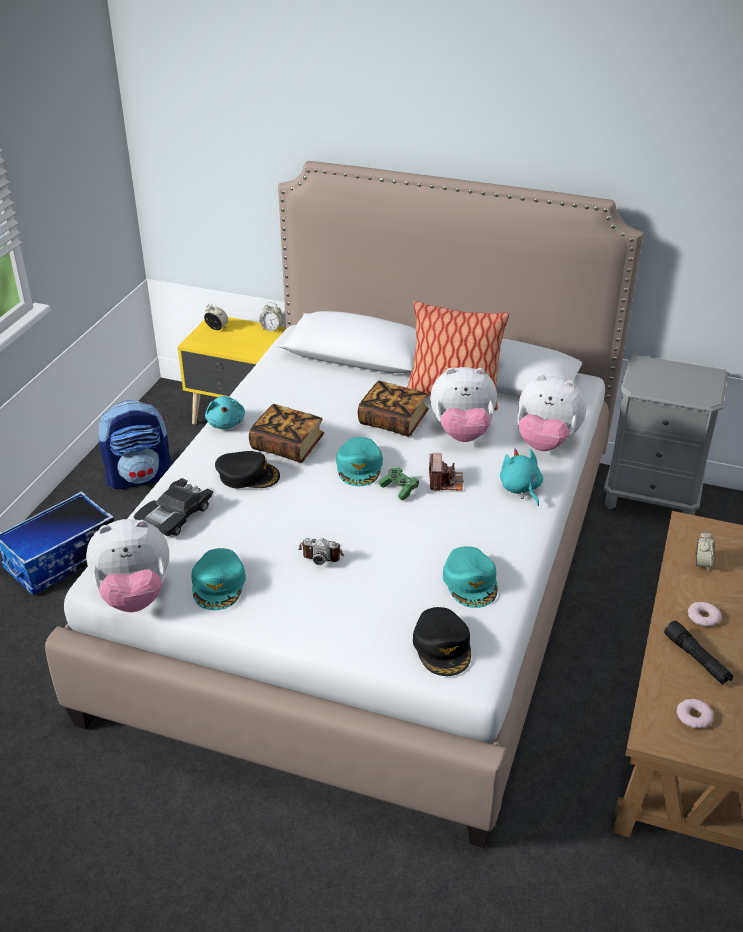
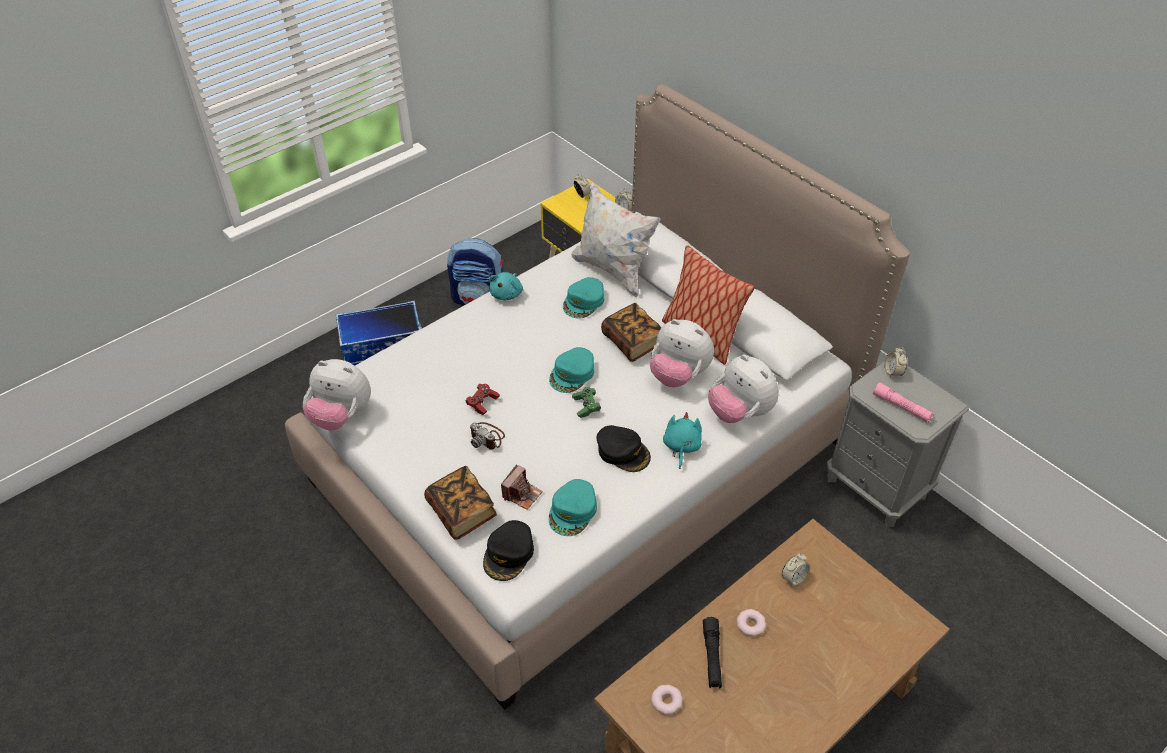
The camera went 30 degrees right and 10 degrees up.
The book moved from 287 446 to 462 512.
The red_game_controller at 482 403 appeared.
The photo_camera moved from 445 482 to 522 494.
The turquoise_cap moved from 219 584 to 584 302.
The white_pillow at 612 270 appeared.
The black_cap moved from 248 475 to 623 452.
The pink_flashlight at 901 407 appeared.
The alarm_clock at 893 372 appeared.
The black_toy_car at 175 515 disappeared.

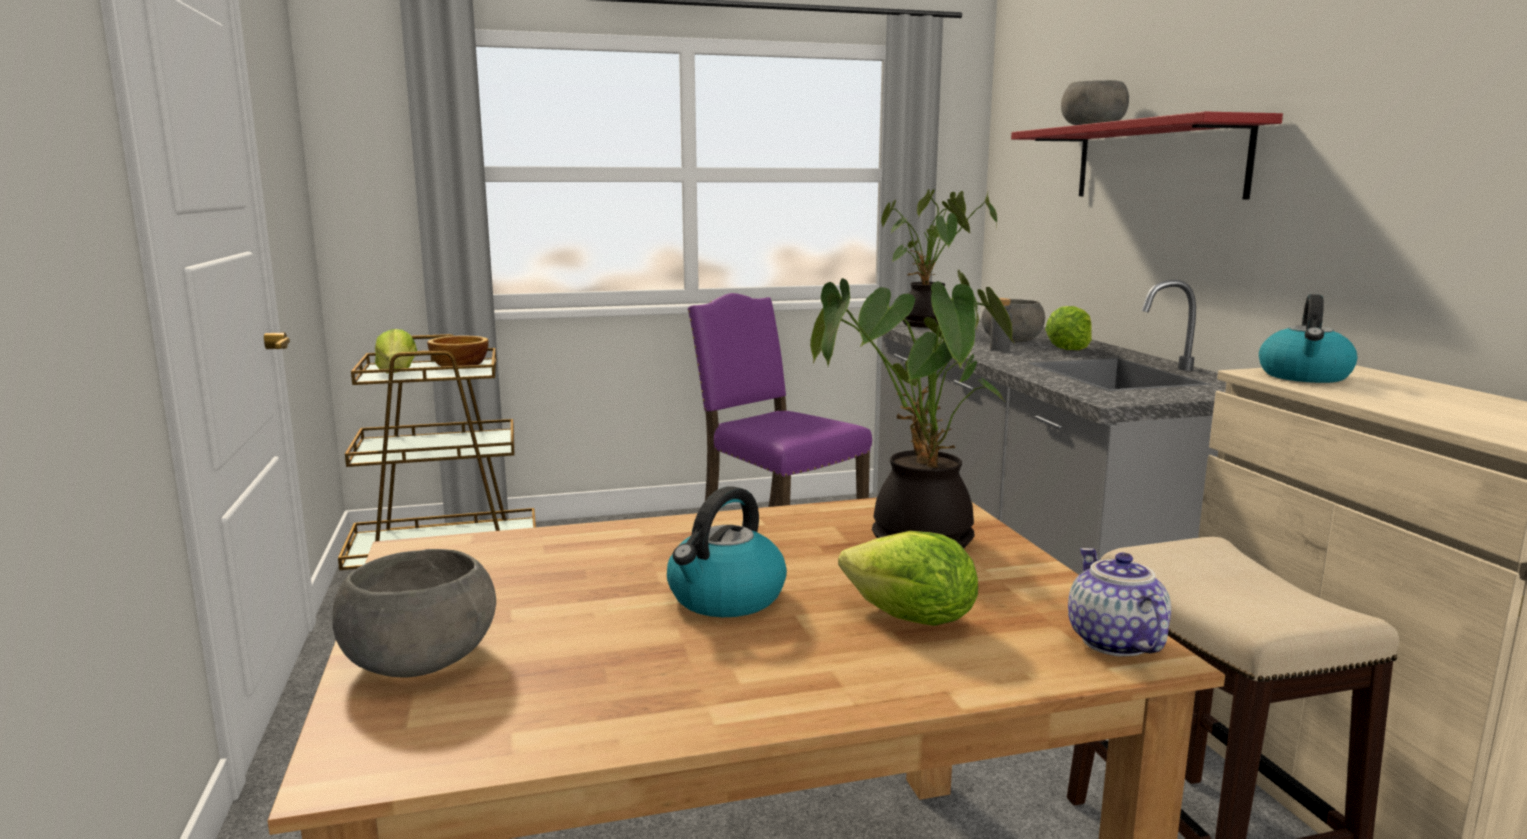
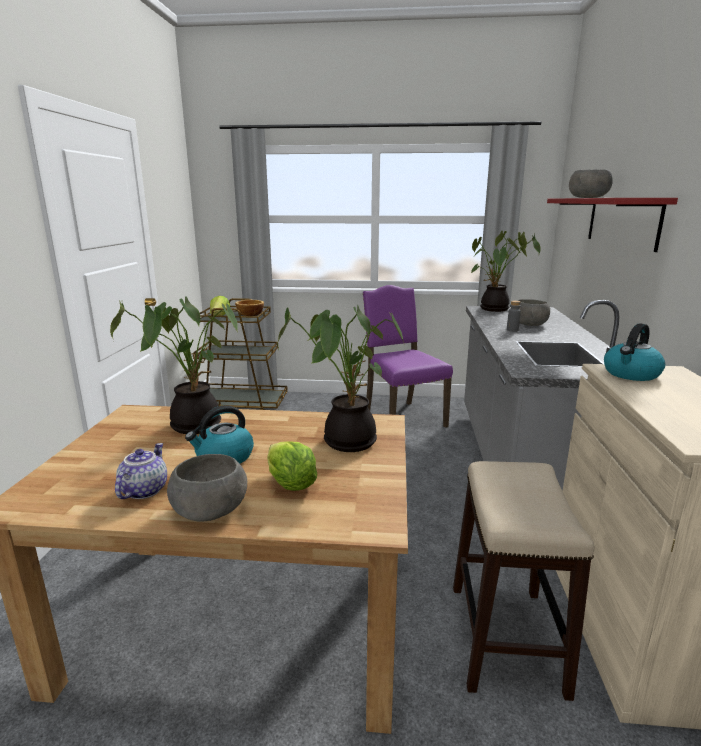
The camera went 20 degrees right and 5 degrees up.
The potted_plant at 193 424 appeared.
The teapot moved from 1112 641 to 143 490.
The grey_bowl moved from 422 658 to 211 509.
The lettuce at 1068 349 disappeared.

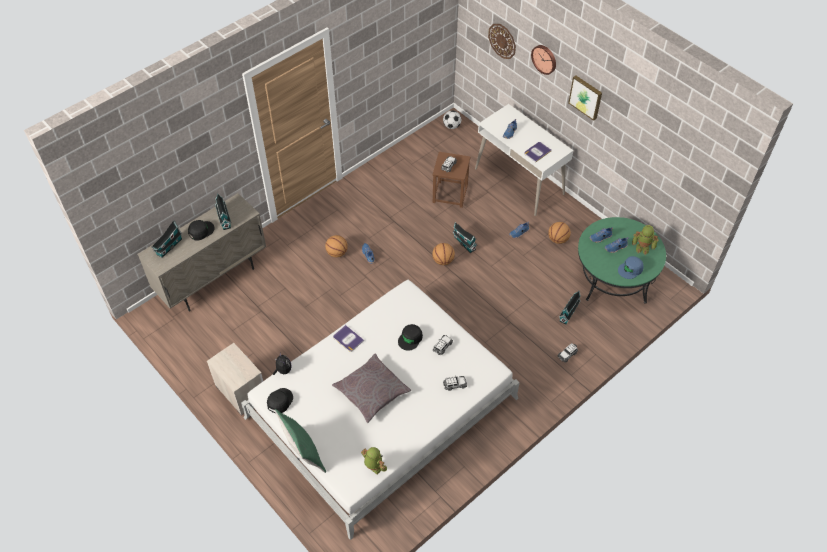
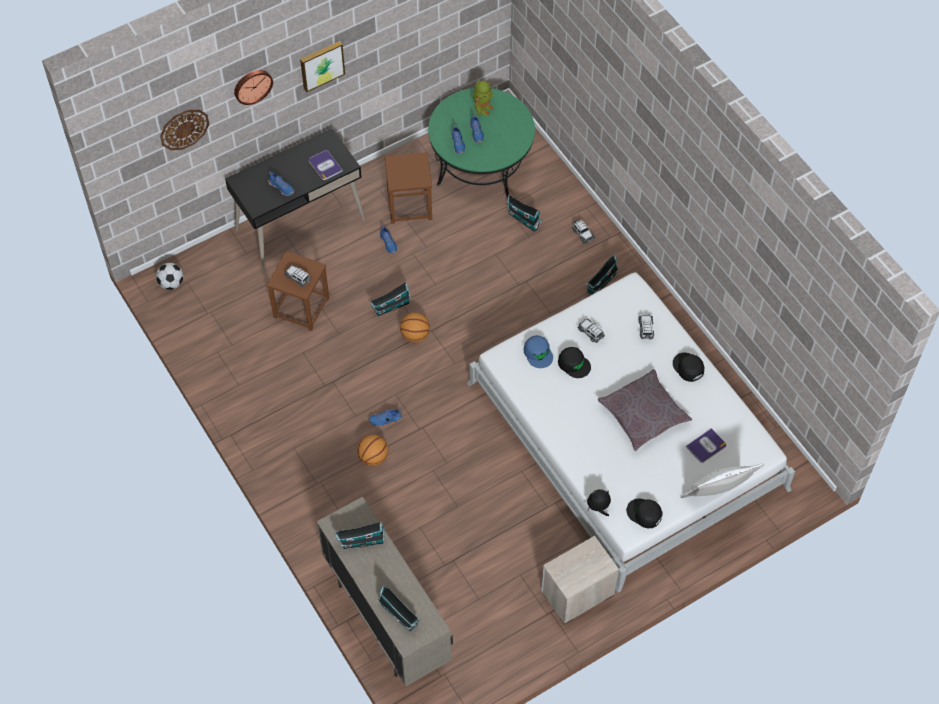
The camera went 80 degrees left and 5 degrees up.
The white_desk at 519 181 became the black_desk at 300 225.
The basketball at 558 239 was replaced by the brown_stool at 409 205.
The blue_cap moved from 630 269 to 538 353.
The toy_house at 600 283 appeared.
The black_cap moved from 201 231 to 688 367.
The green_pillow at 303 453 became the white_pillow at 717 496.
The book moved from 348 339 to 706 446.
The toy_robot at 374 467 disappeared.

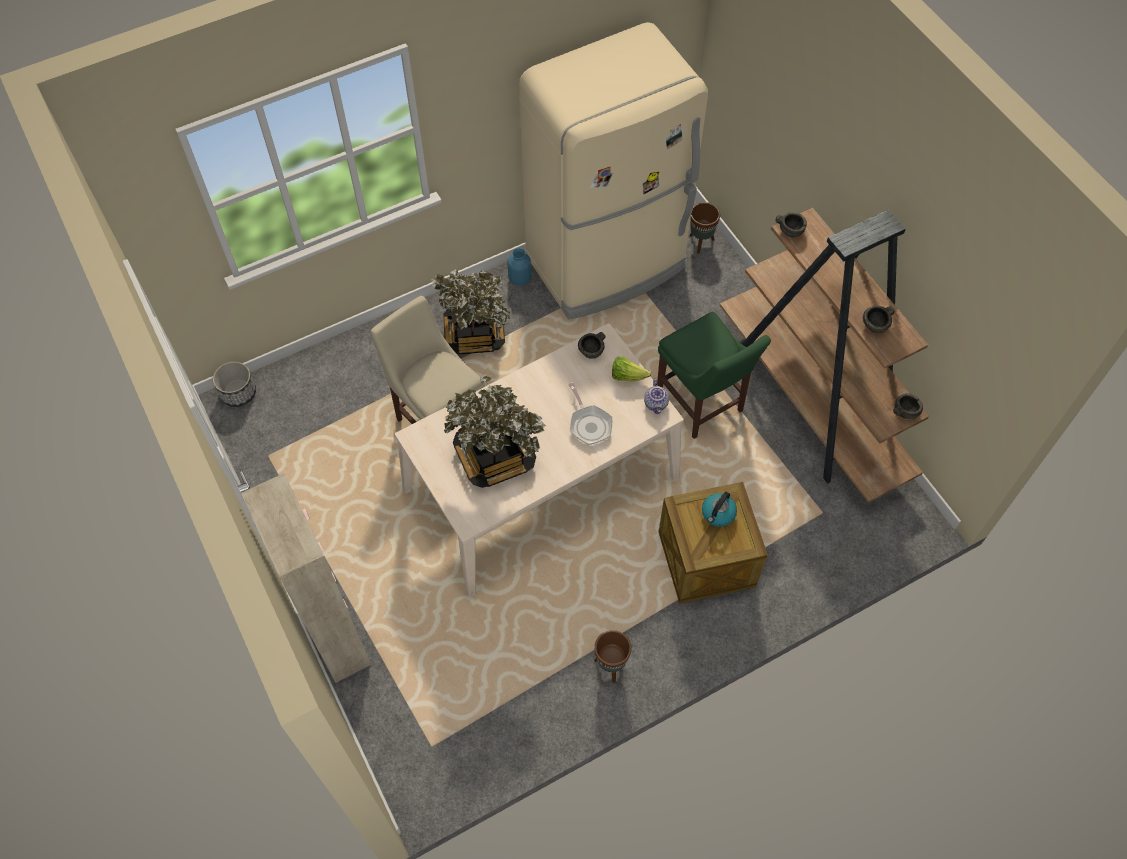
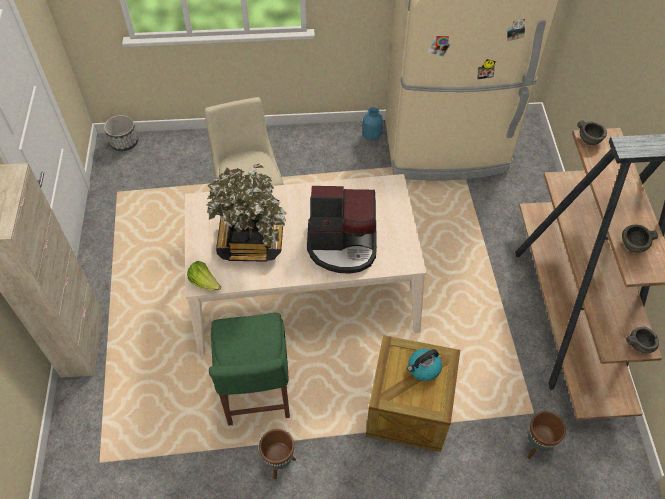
The camera went 25 degrees right and 5 degrees down.
The lettuce moved from 627 376 to 204 282.
The green_chair moved from 701 405 to 256 396.
The frying_pan at 589 424 was replaced by the coffee_machine at 342 245.
The brown_planter moved from 701 243 to 536 446.
The potted_plant at 474 334 disappeared.
The grey_bowl at 591 351 disappeared.
The teapot at 656 404 disappeared.

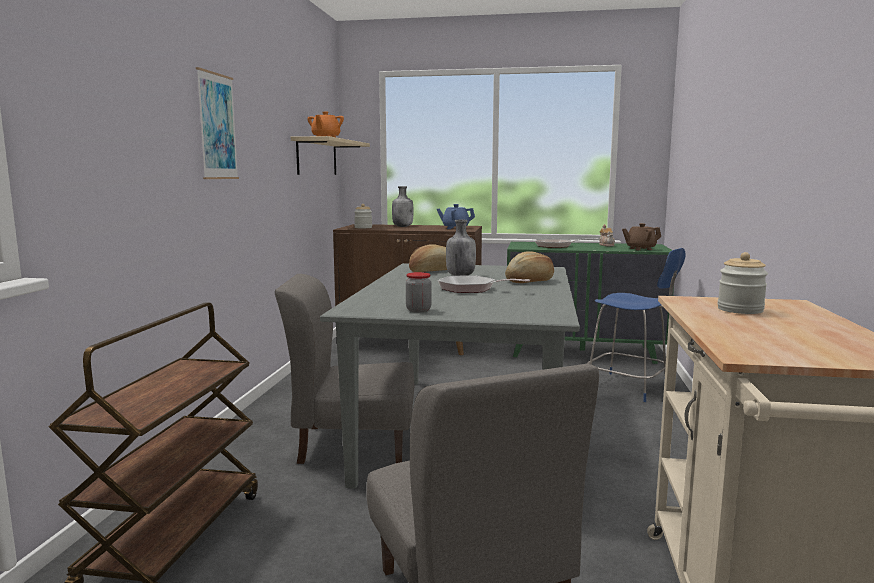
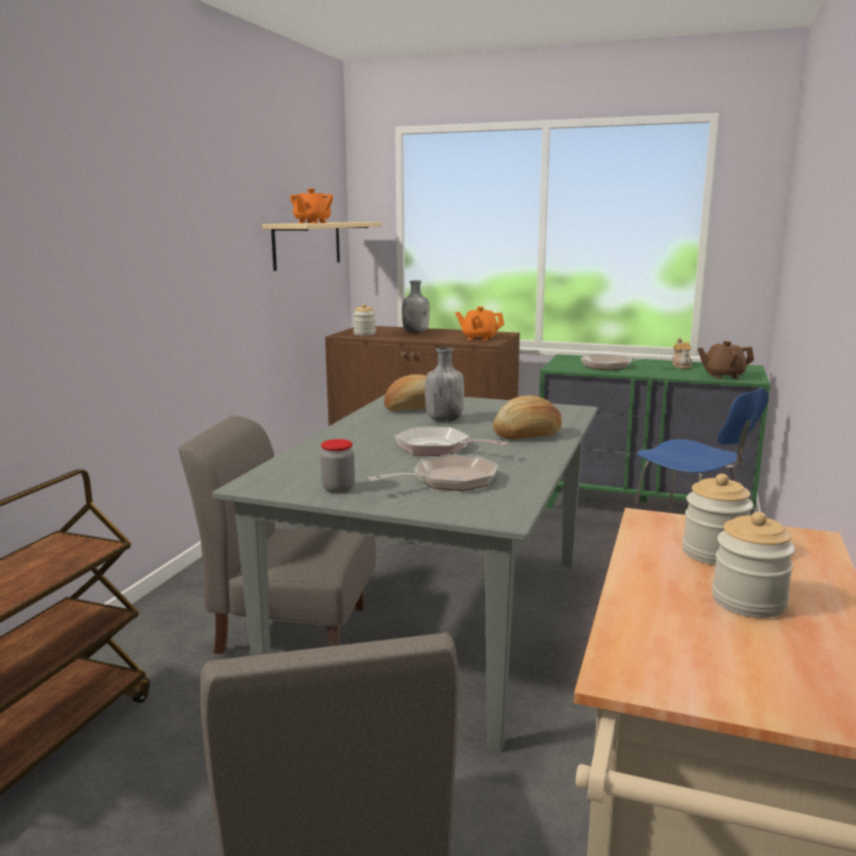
The camera went 10 degrees right and 5 degrees up.
The frying_pan at 448 481 appeared.
The blue_teapot at 455 228 became the orange_teapot at 479 338.
The jar at 748 601 appeared.
The picture at 217 126 disappeared.

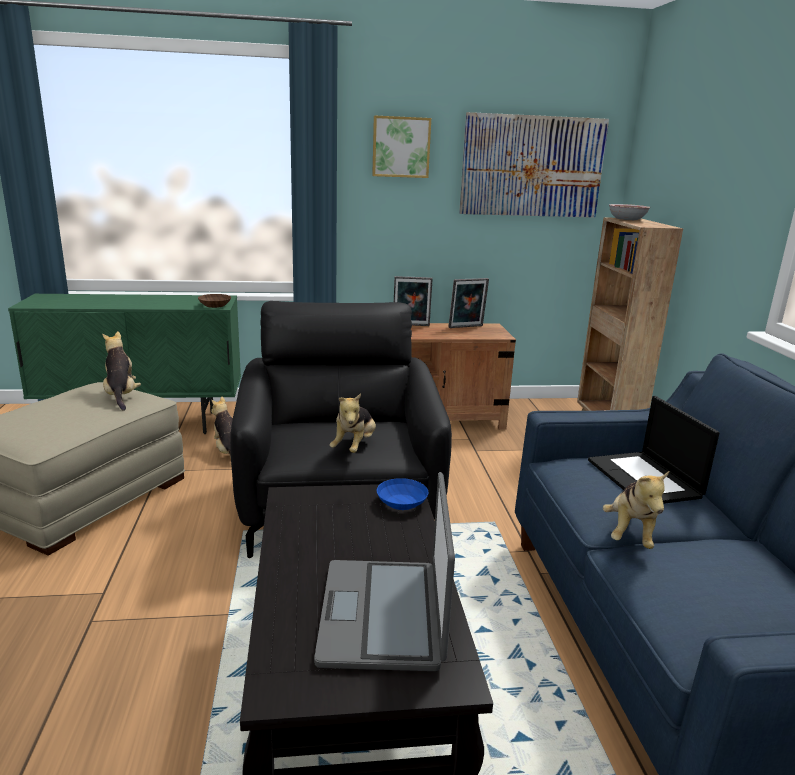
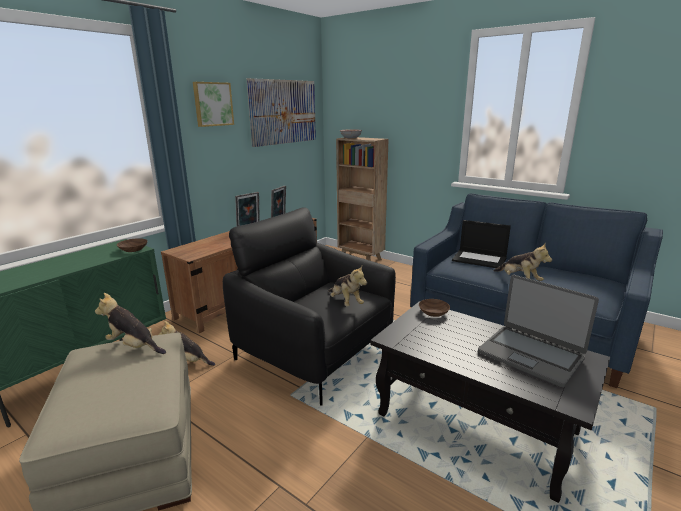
The camera went 45 degrees left and 0 degrees up.
The blue_bowl at 400 502 became the brown_bowl at 432 312.

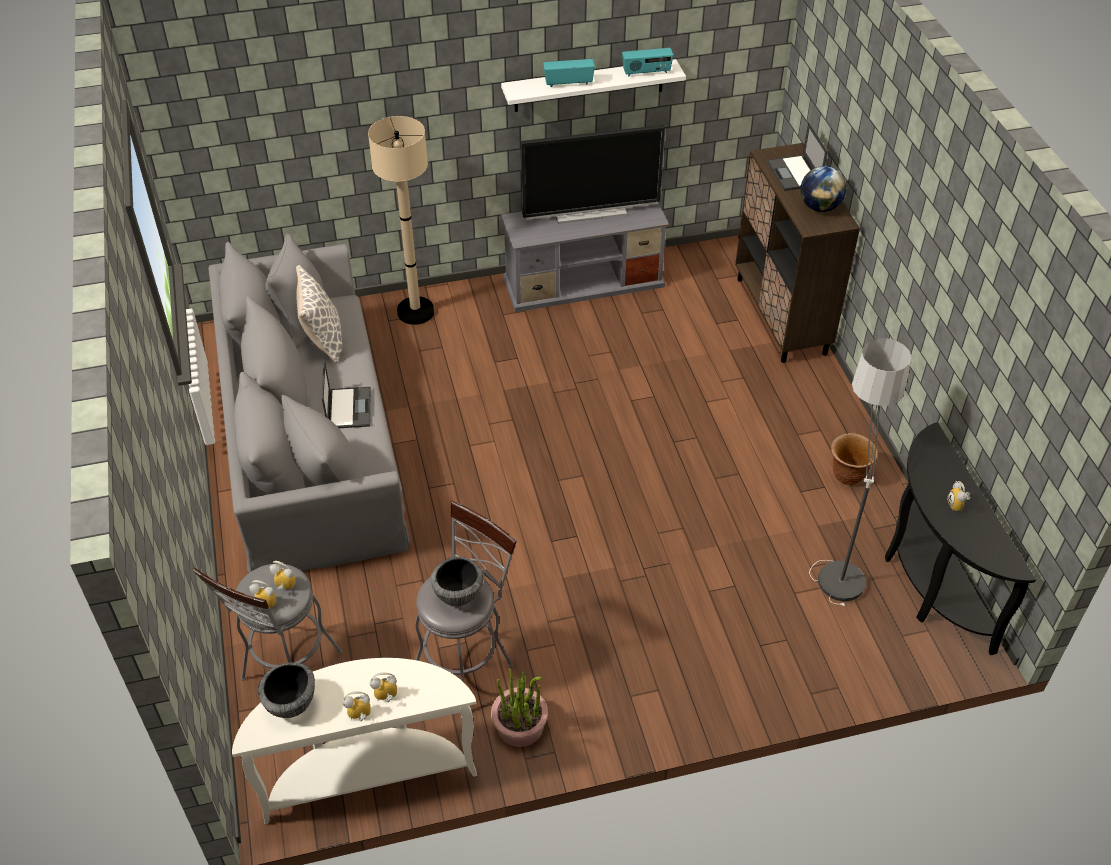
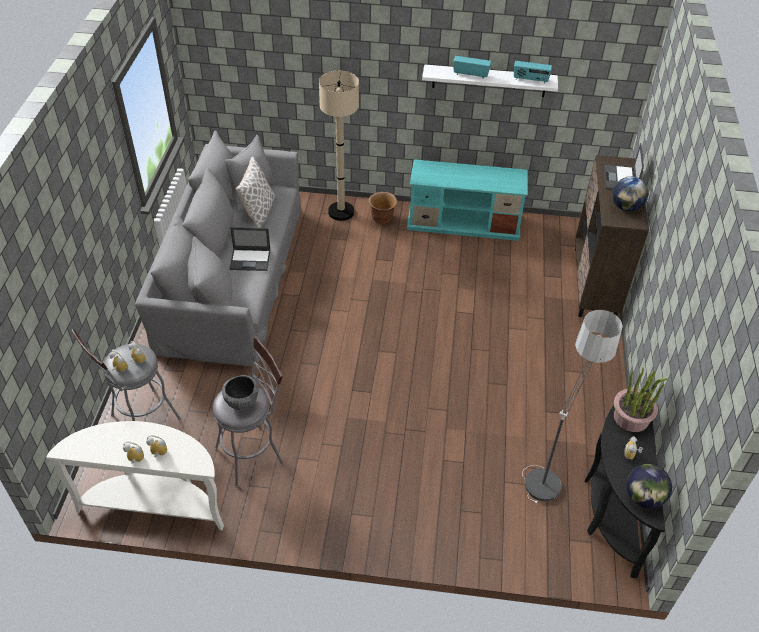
The camera went 20 degrees right and 0 degrees up.
The laptop at 348 408 turned 75 degrees clockwise.
The brown_planter moved from 847 475 to 382 218.
The grey_tv_stand at 584 282 became the turquoise_tv_stand at 464 222.
The potted_plant moved from 520 726 to 631 418.
The globe at 643 497 appeared.
The bowl at 291 704 disappeared.
The television at 590 212 disappeared.

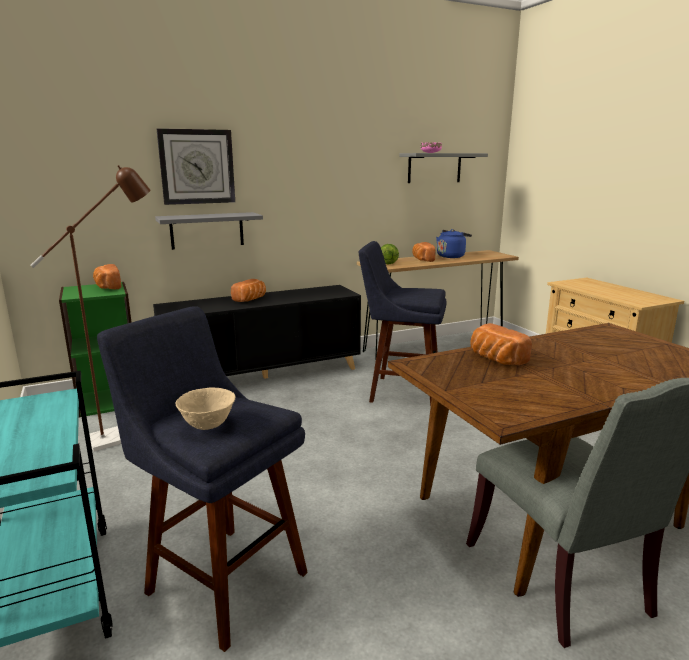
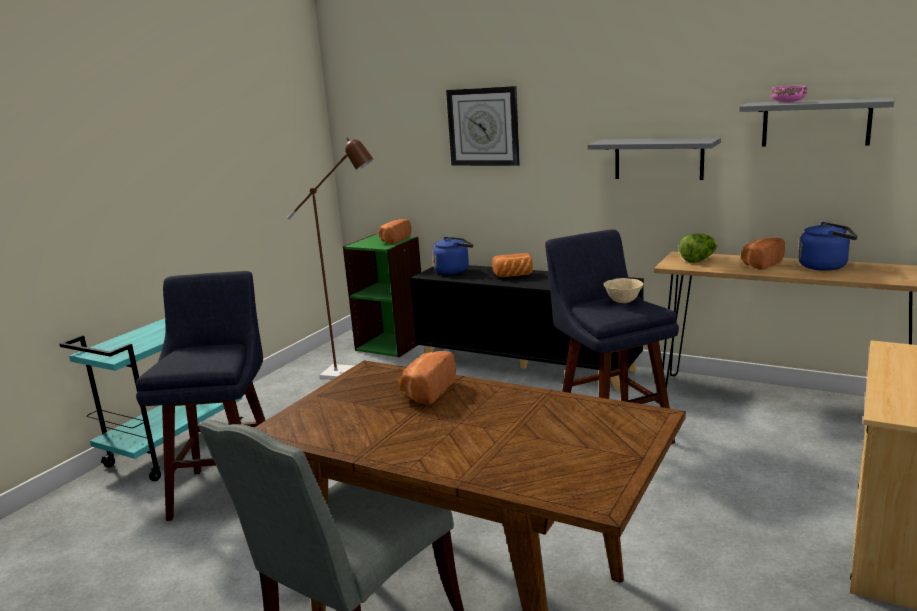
The camera went 55 degrees right and 0 degrees up.
The blue_kettle at 453 271 appeared.
The grey_shelf moved from 207 230 to 658 159.
The beige_bowl moved from 208 425 to 623 301.

